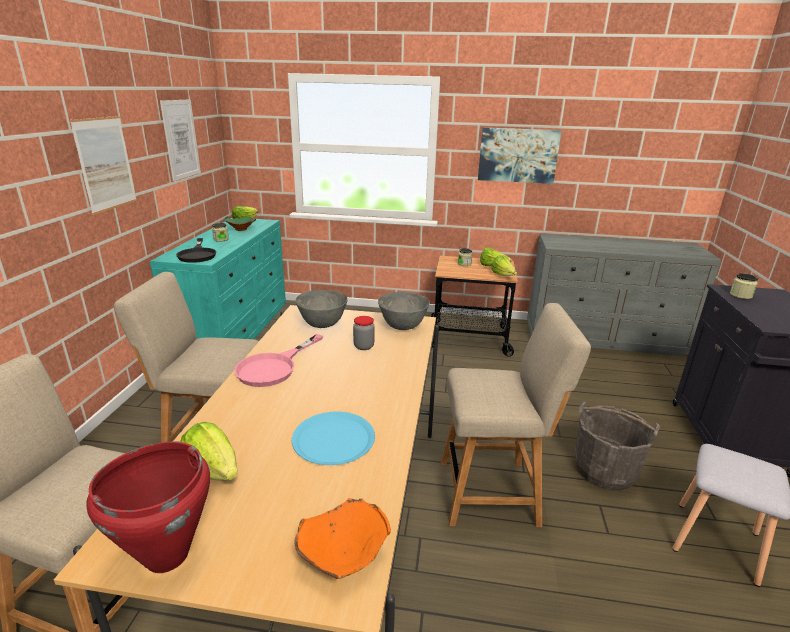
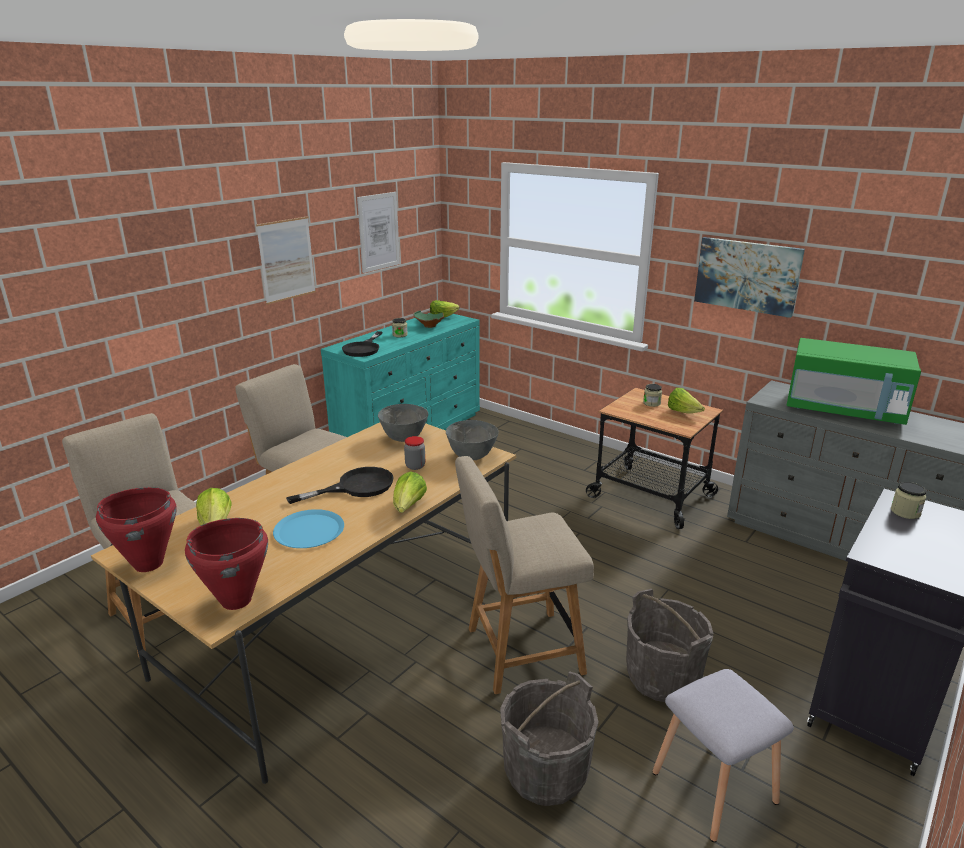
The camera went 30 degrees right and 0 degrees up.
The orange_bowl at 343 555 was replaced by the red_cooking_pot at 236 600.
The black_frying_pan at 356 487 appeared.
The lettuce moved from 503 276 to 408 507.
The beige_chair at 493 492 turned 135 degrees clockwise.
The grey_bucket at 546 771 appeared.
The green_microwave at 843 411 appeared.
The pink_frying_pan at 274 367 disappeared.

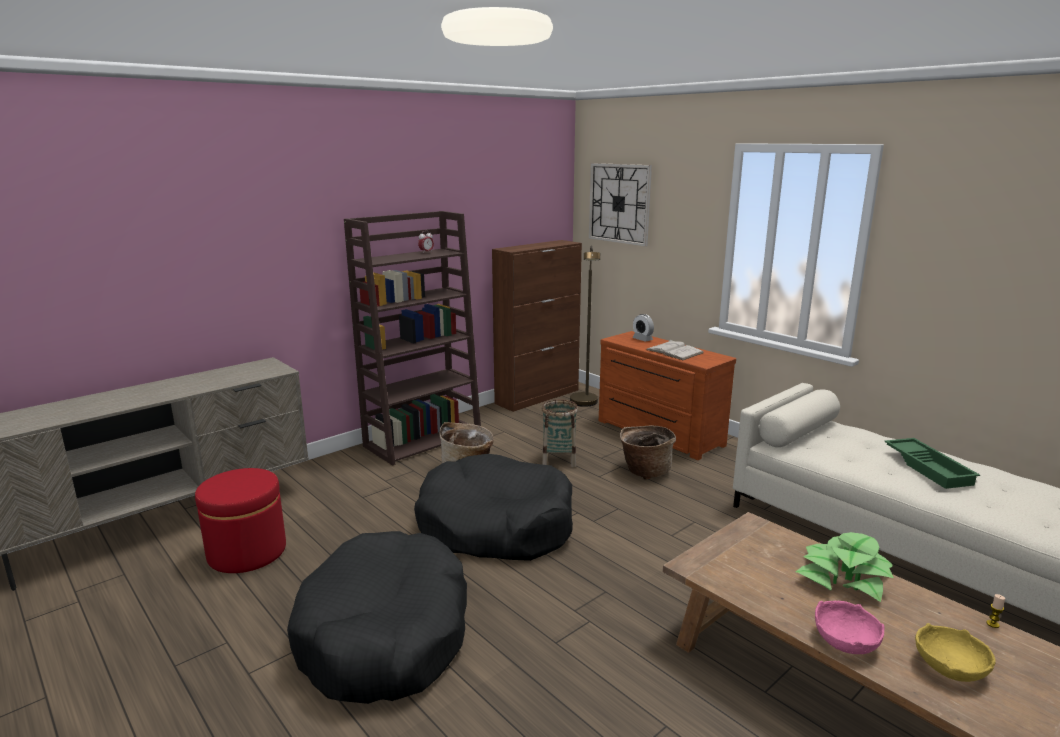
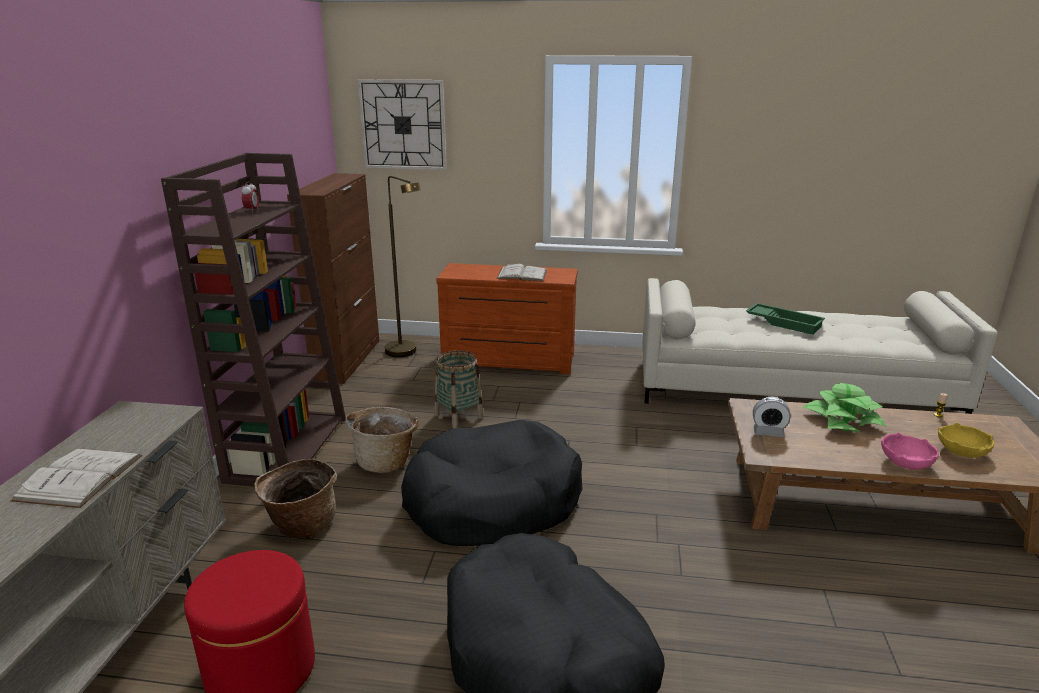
The camera went 40 degrees left and 5 degrees up.
The white_book at 79 477 appeared.
The basket moved from 645 471 to 301 525.
The alarm_clock moved from 642 339 to 768 432.

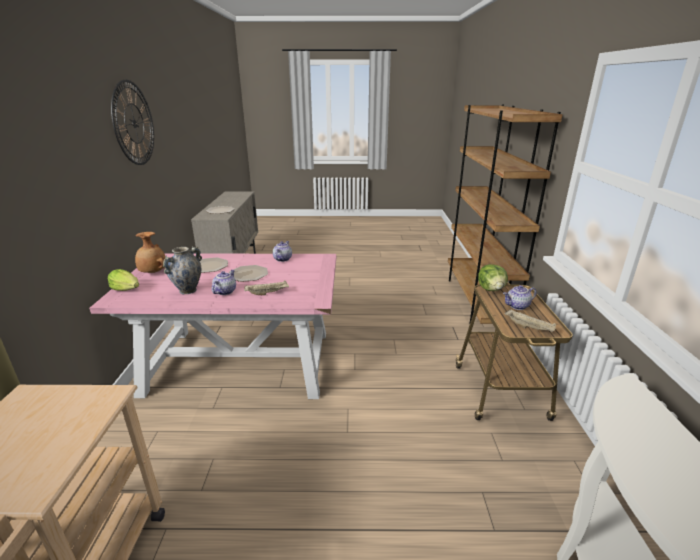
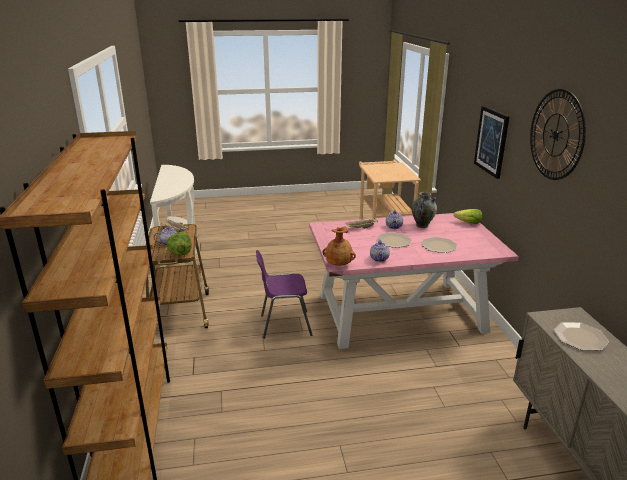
The camera went 170 degrees right and 0 degrees up.
The purple_chair at 284 325 appeared.
The brown_vase moved from 153 272 to 339 264.
The picture at 491 141 appeared.

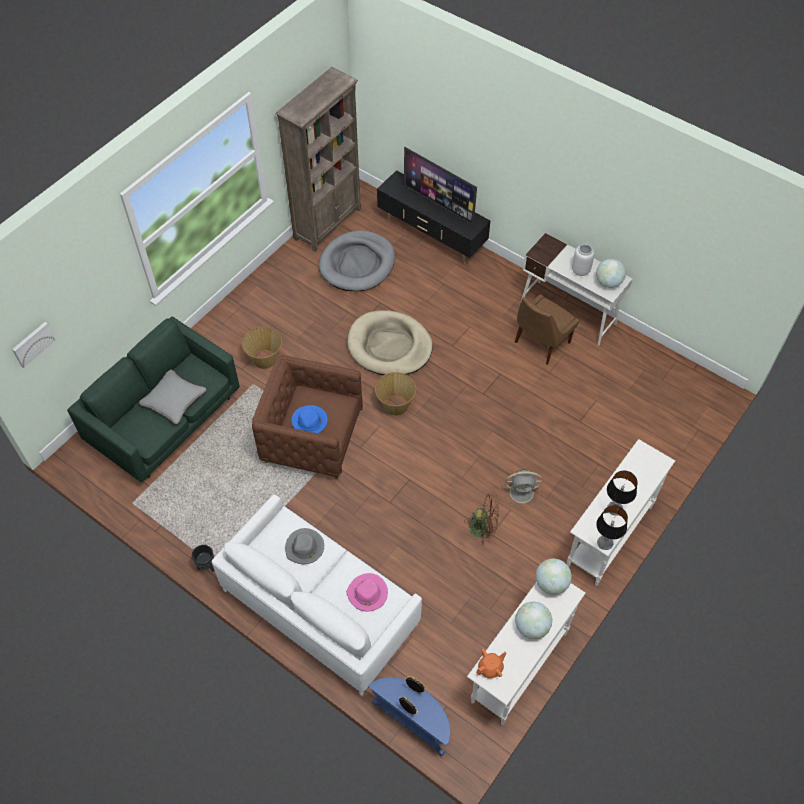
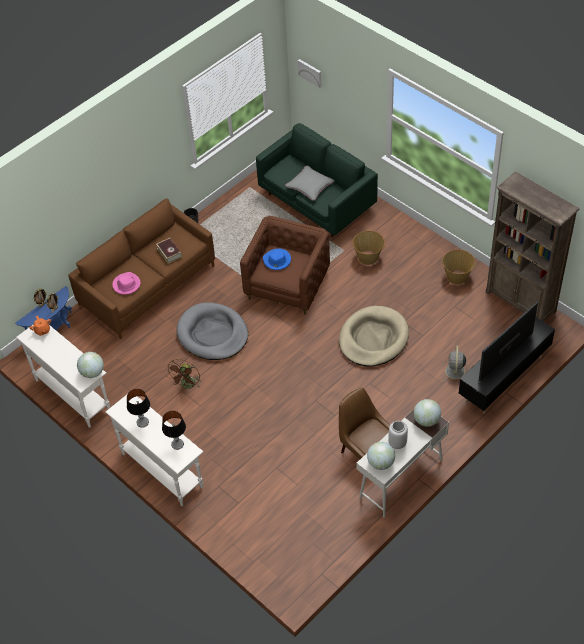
The camera went 100 degrees right and 5 degrees down.
The white_sofa at 320 607 became the brown_sofa at 147 285.
The grey_hat at 305 547 was replaced by the book at 169 253.
The table_lamp moved from 605 542 to 177 444.
The grey_dog_bed moved from 357 264 to 213 334.
The globe moved from 531 627 to 426 420.
The grey_fan moved from 522 492 to 455 372.
The basket moved from 395 405 to 457 277.

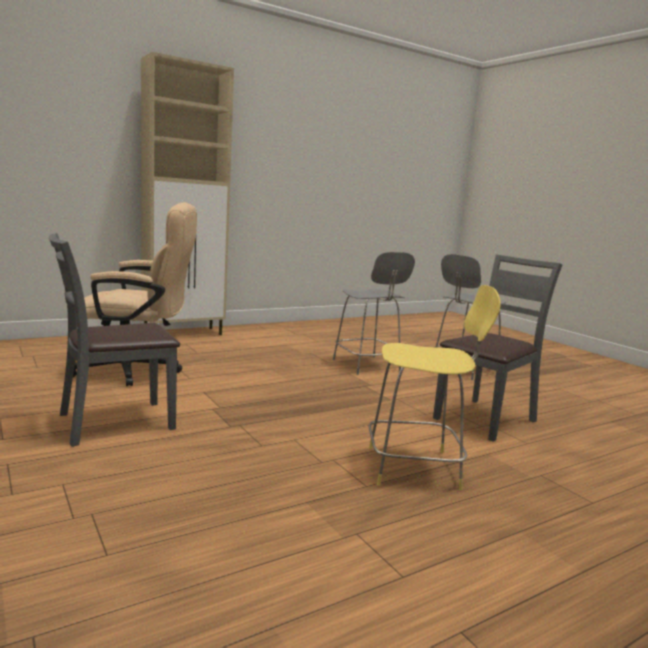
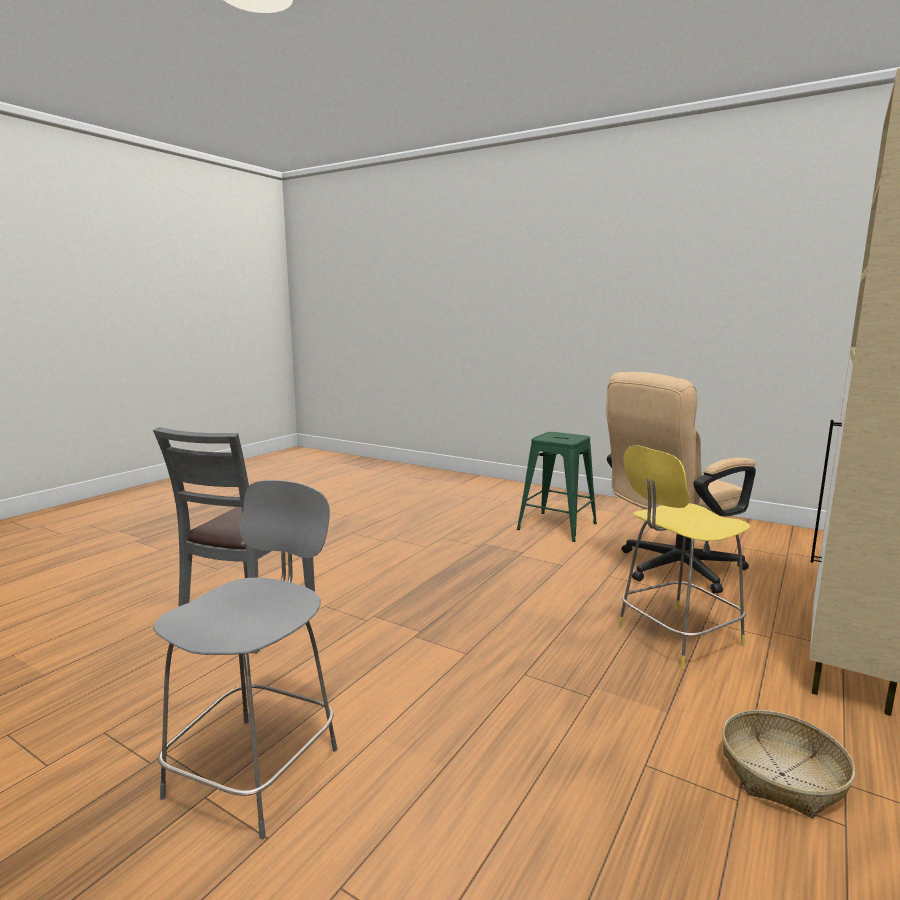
The camera went 155 degrees right and 0 degrees up.
The grey_chair at 115 422 was replaced by the green_stool at 557 526.
The yellow_stool moved from 416 468 to 675 636.
The basket at 782 774 appeared.
The grey_stool at 367 366 disappeared.

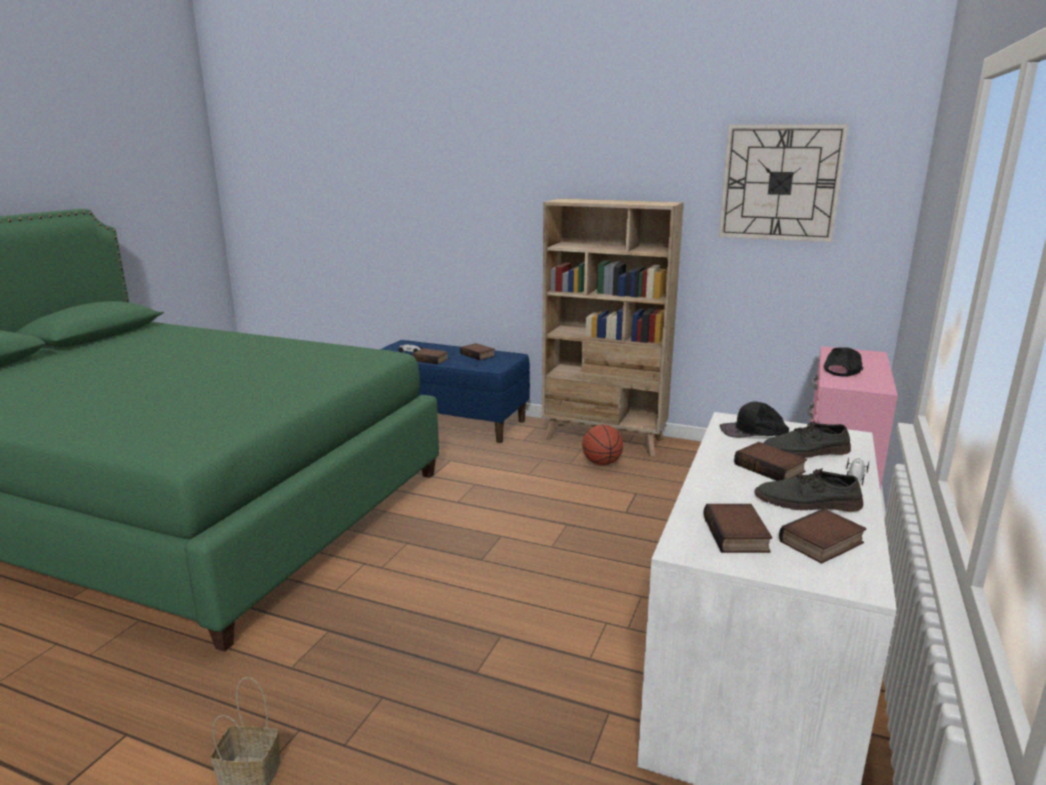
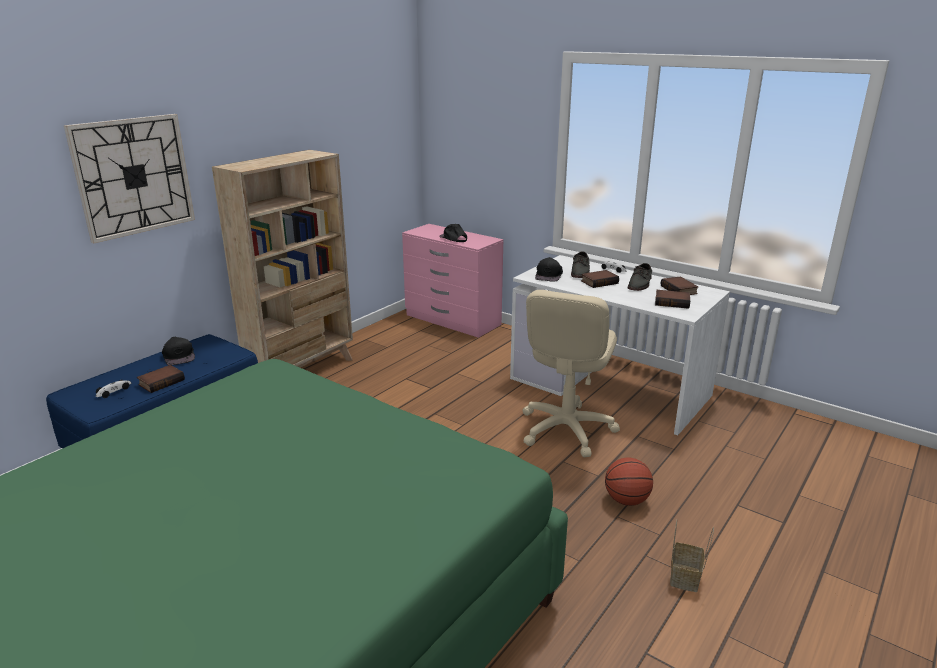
The camera went 75 degrees left and 5 degrees up.
The wall_clock moved from 780 183 to 133 176.
The book at 478 355 was replaced by the black_cap at 179 356.
The beige_office_chair at 566 429 appeared.
The basketball moved from 602 463 to 626 500.

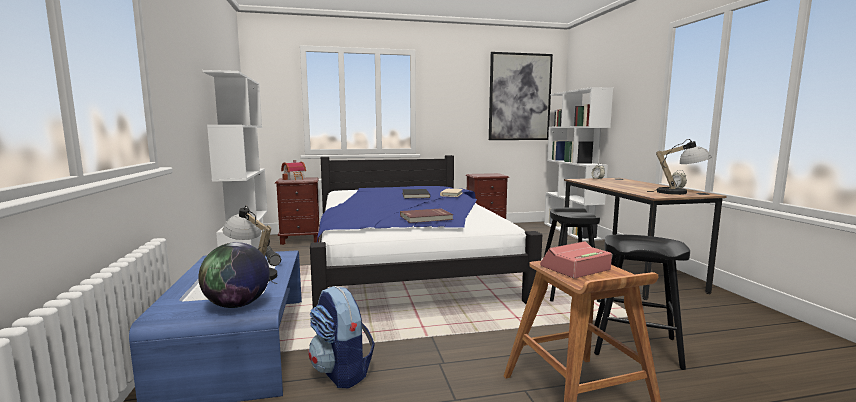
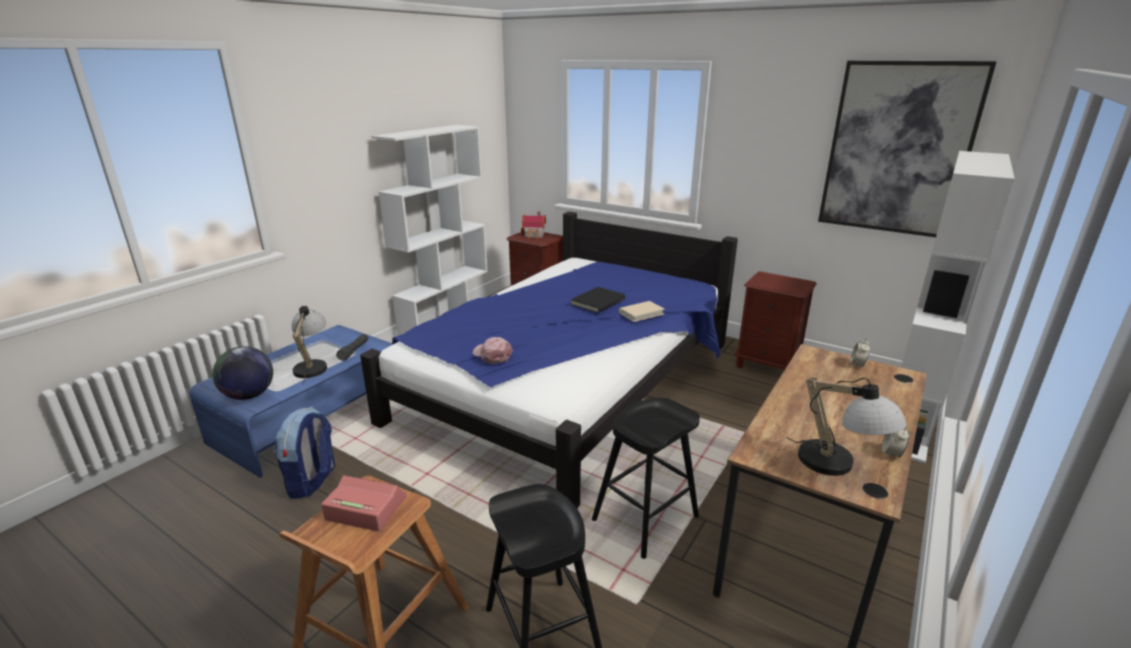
The camera went 45 degrees right and 15 degrees up.
The red_book at 426 218 was replaced by the pink_cap at 492 355.

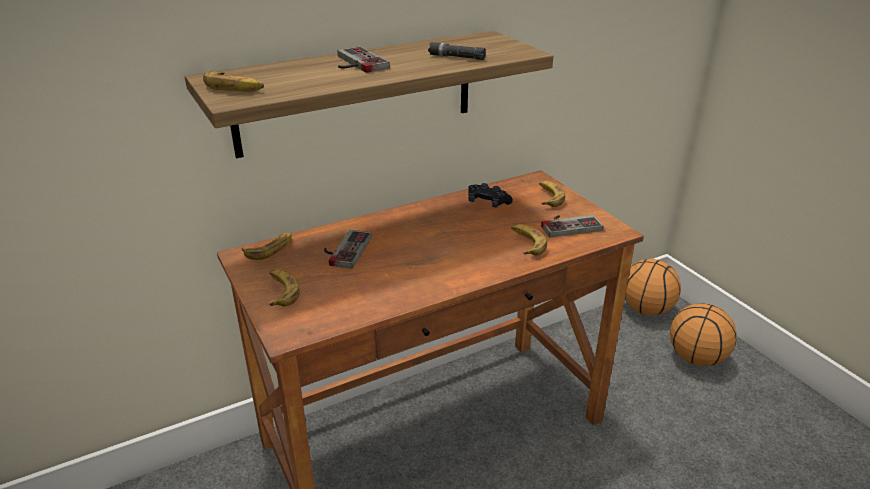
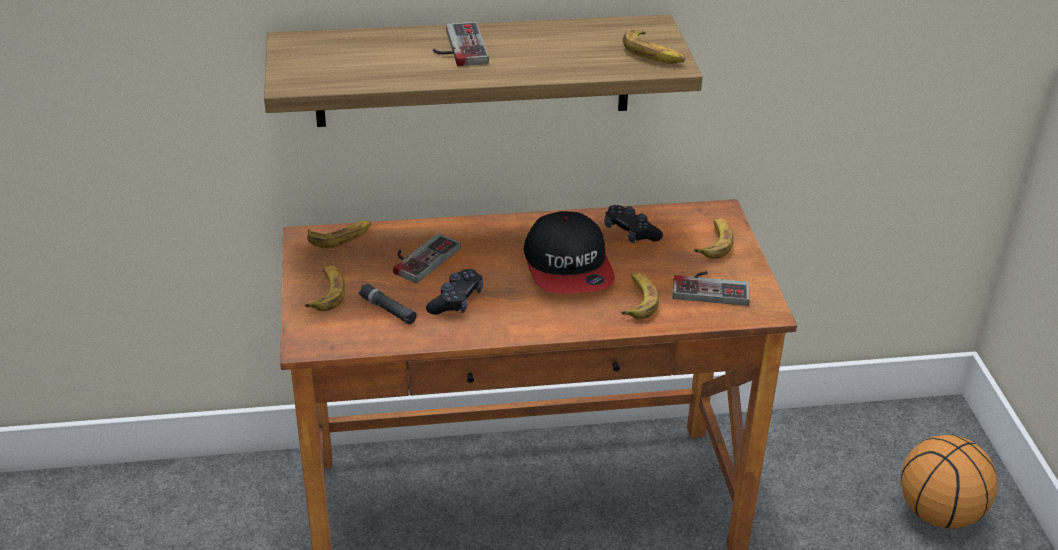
The camera went 20 degrees right and 5 degrees up.
The black_flashlight moved from 456 57 to 387 309.
The black_game_controller at 456 301 appeared.
The cap at 568 267 appeared.
The banana moved from 234 87 to 653 54.
The basketball at 646 310 disappeared.

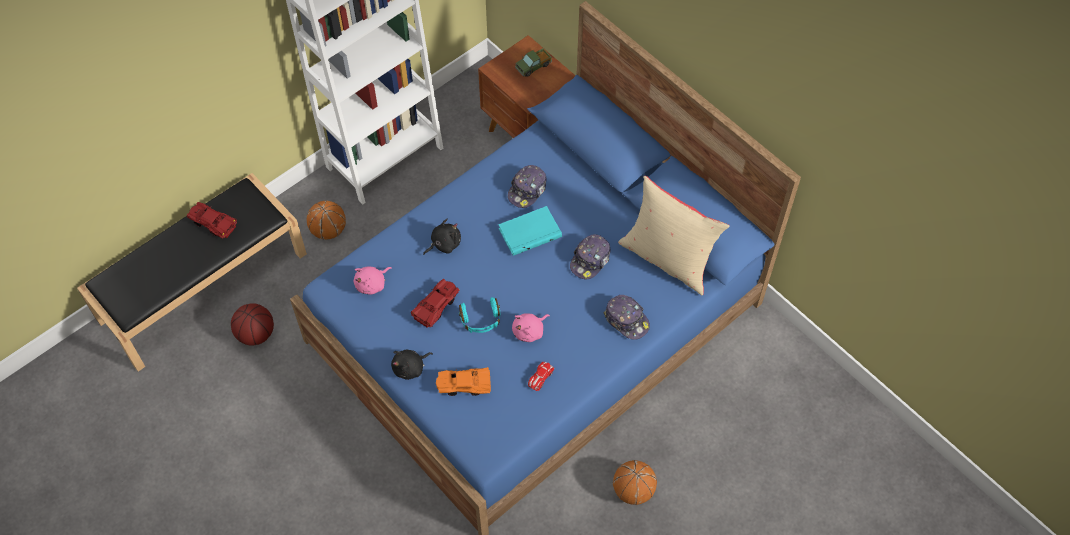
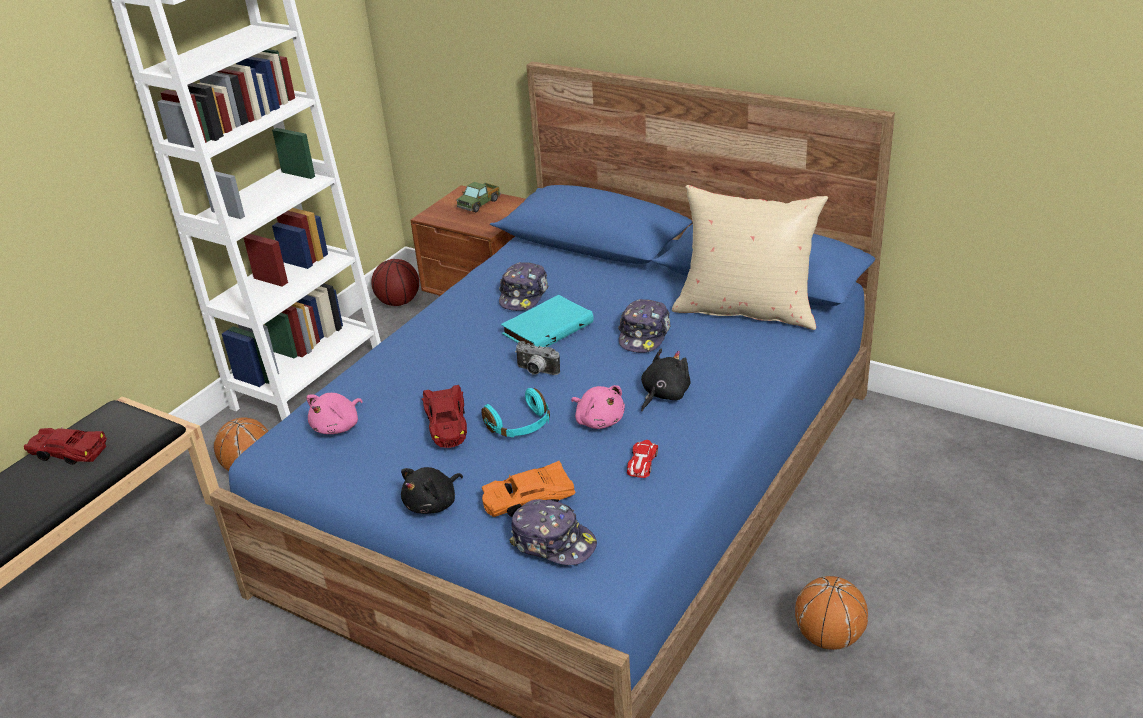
The camera went 15 degrees left and 25 degrees down.
The basketball moved from 256 333 to 398 302.
The red_toy_car at 436 306 turned 150 degrees clockwise.
The cap moved from 626 320 to 553 542.
The photo_camera at 536 372 appeared.
The pink_plush_toy at 529 331 turned 75 degrees counterclockwise.
The black_plush_toy moved from 444 244 to 663 395.

